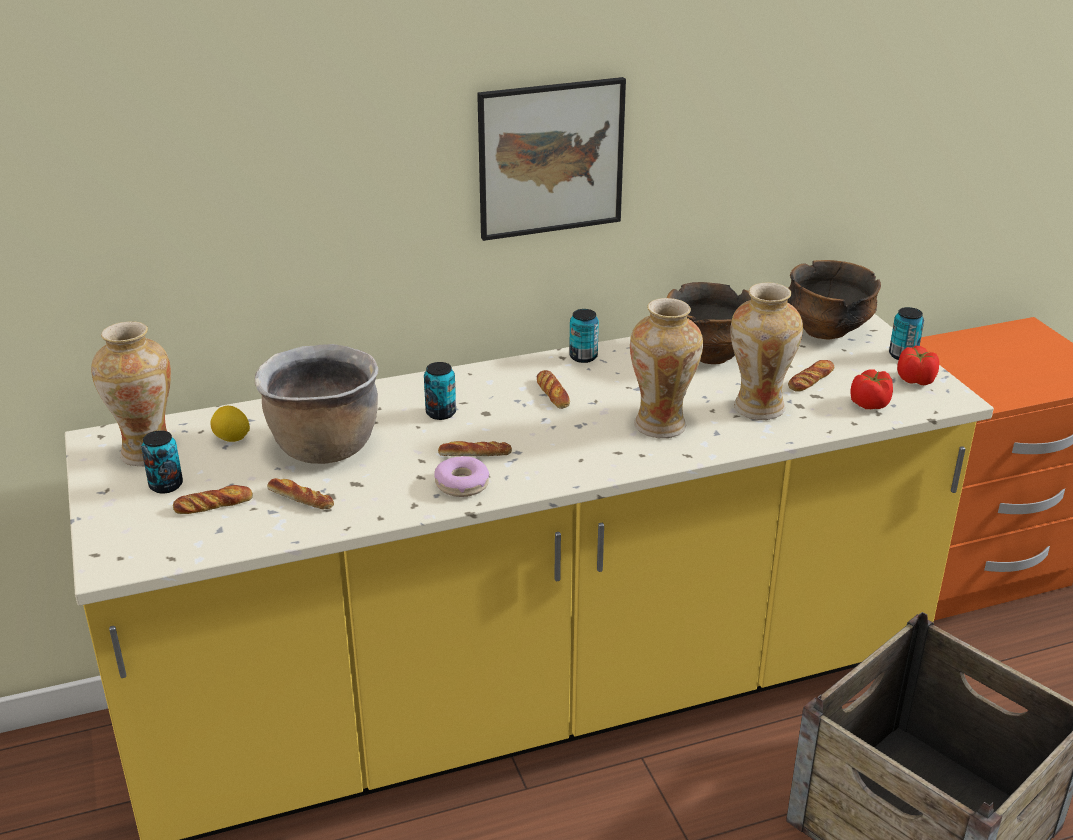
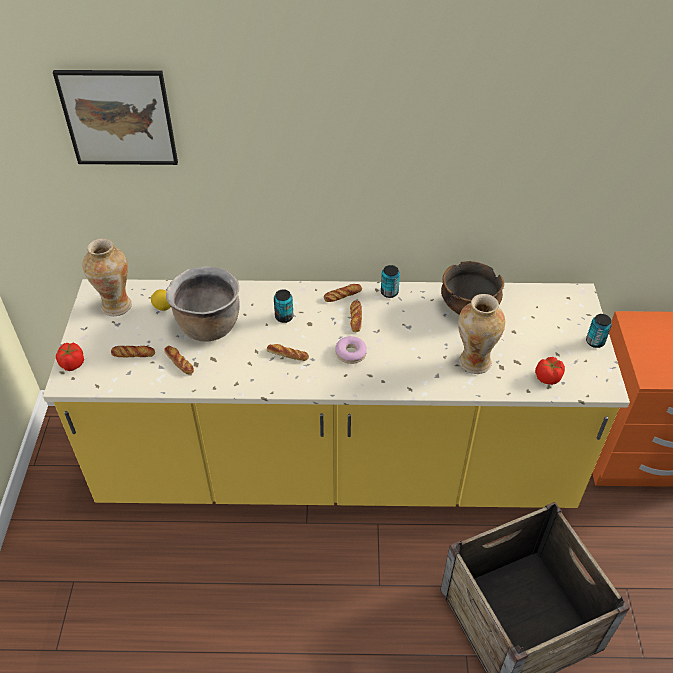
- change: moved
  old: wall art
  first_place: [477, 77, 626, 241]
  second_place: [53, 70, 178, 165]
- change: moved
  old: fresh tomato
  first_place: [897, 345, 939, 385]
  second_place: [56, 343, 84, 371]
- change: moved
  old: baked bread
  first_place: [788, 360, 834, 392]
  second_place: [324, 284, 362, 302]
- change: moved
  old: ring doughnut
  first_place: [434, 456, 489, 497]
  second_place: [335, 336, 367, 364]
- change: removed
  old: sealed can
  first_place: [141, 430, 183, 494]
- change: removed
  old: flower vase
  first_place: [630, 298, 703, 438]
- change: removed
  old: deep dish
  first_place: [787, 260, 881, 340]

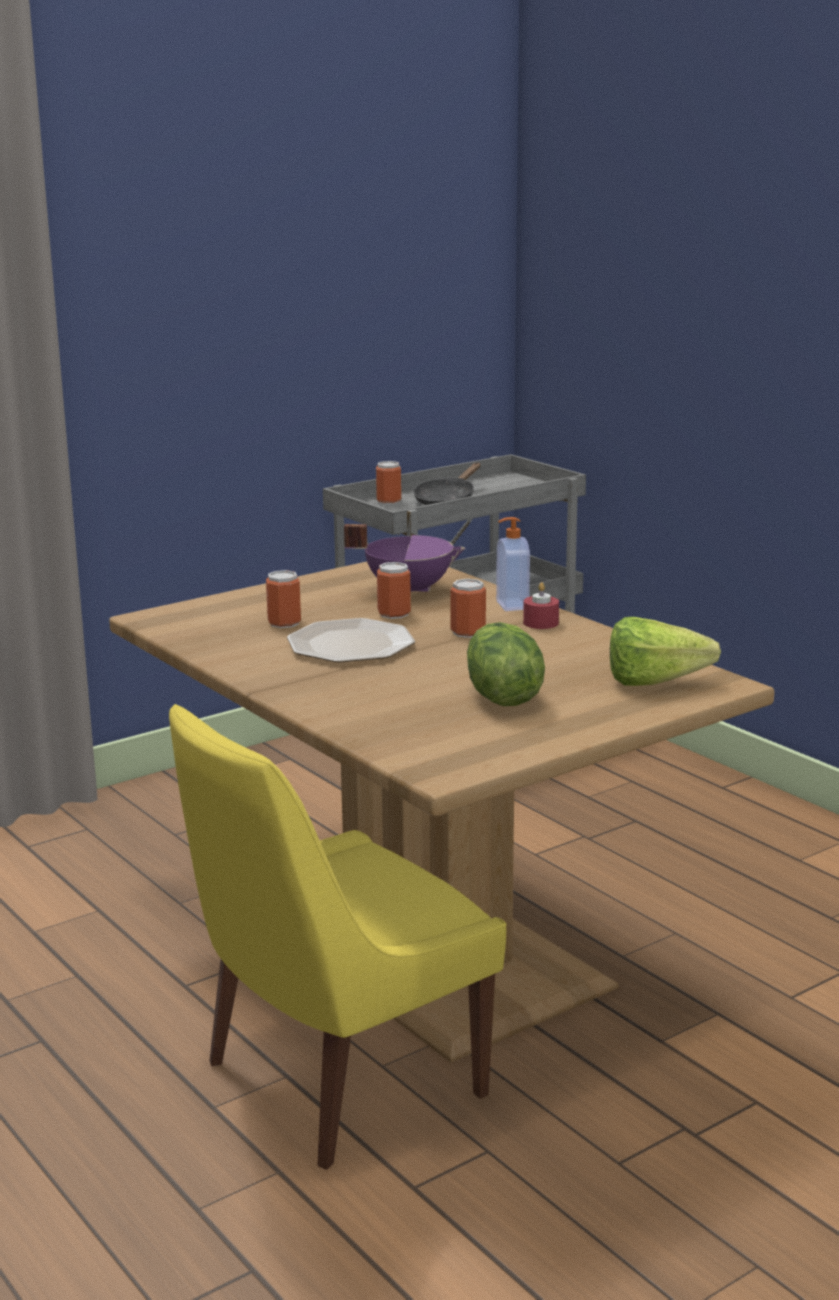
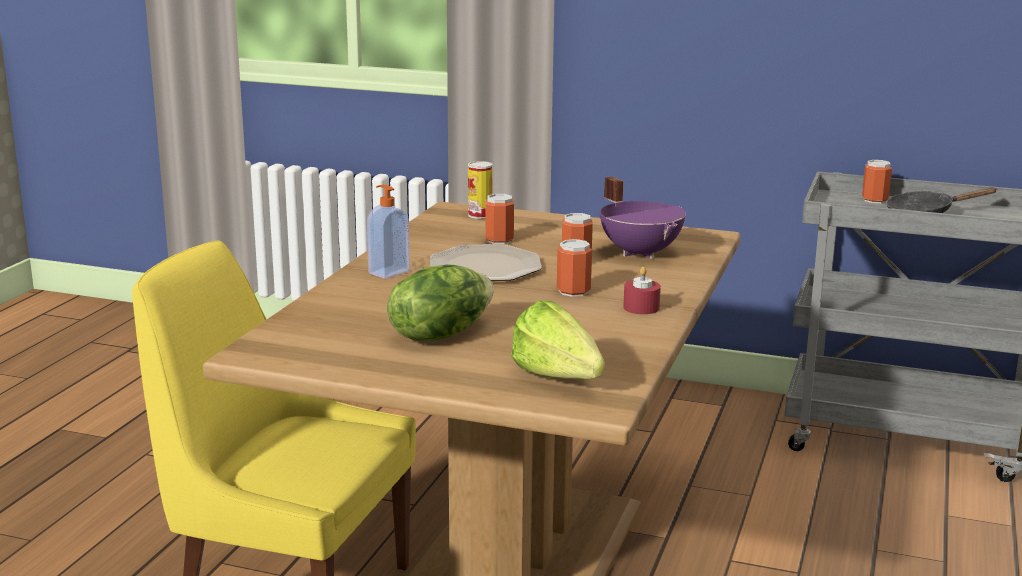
- change: moved
  old: soap dispenser
  first_place: [496, 517, 530, 611]
  second_place: [367, 185, 410, 279]
- change: added
  new: sealed can
  second_place: [468, 161, 493, 219]

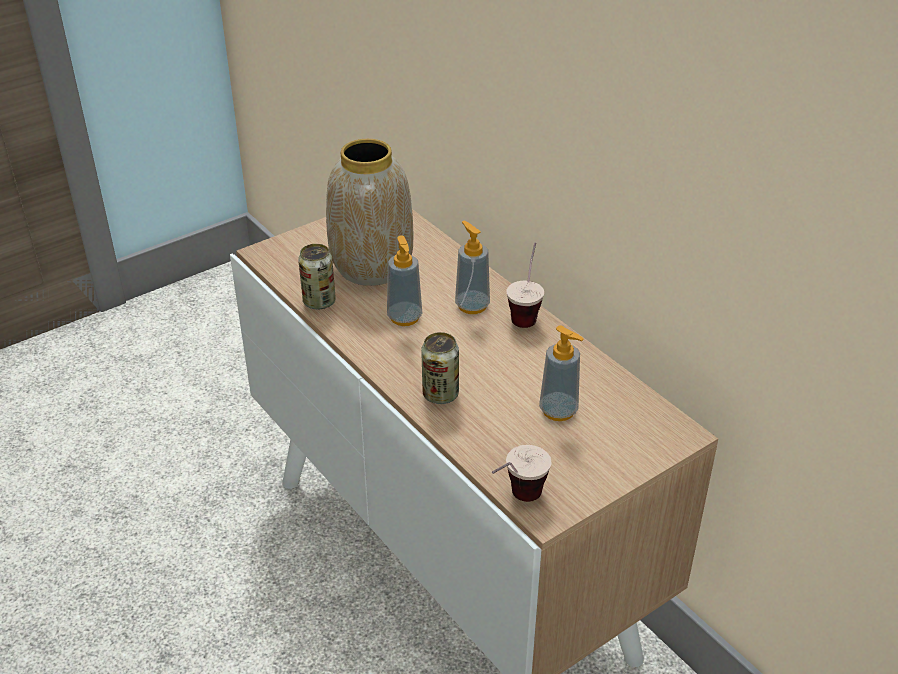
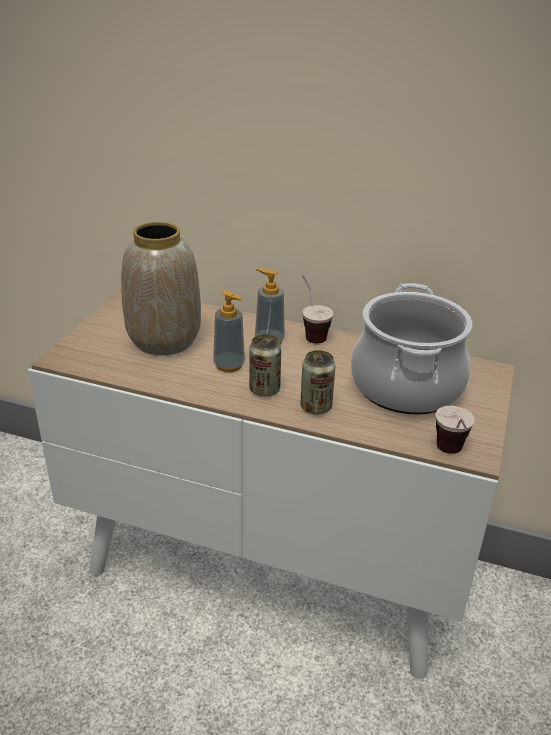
- change: moved
  old: sealed can
  first_place: [298, 244, 336, 309]
  second_place: [249, 334, 281, 397]
- change: replaced
  old: soap dispenser
  new: cooking pot
  first_place: [539, 325, 584, 421]
  second_place: [351, 283, 472, 414]

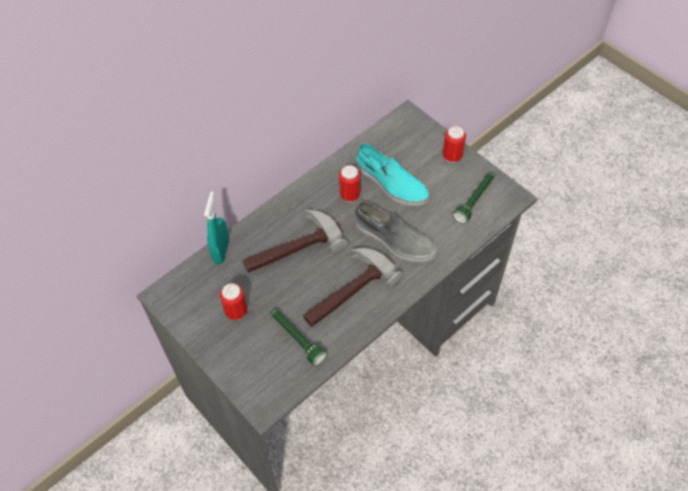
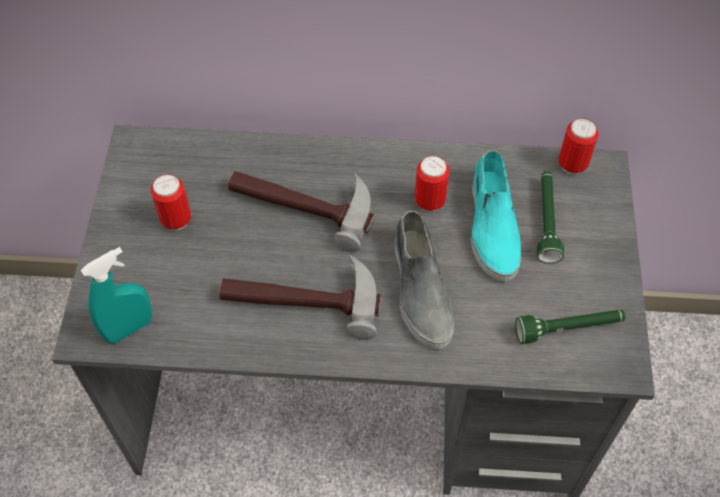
- change: moved
  old: hand sprayer (turquoise)
  first_place: [204, 192, 229, 264]
  second_place: [81, 247, 152, 344]
- change: moved
  old: torch (greenish)
  first_place: [270, 309, 327, 366]
  second_place: [537, 171, 564, 263]
- change: moved
  old: sealed can
  first_place: [443, 126, 466, 163]
  second_place: [558, 118, 599, 174]

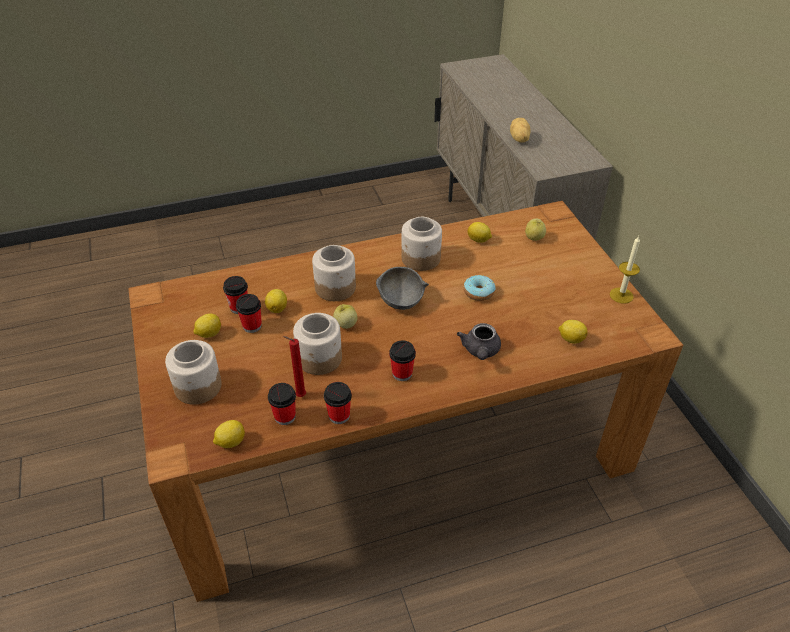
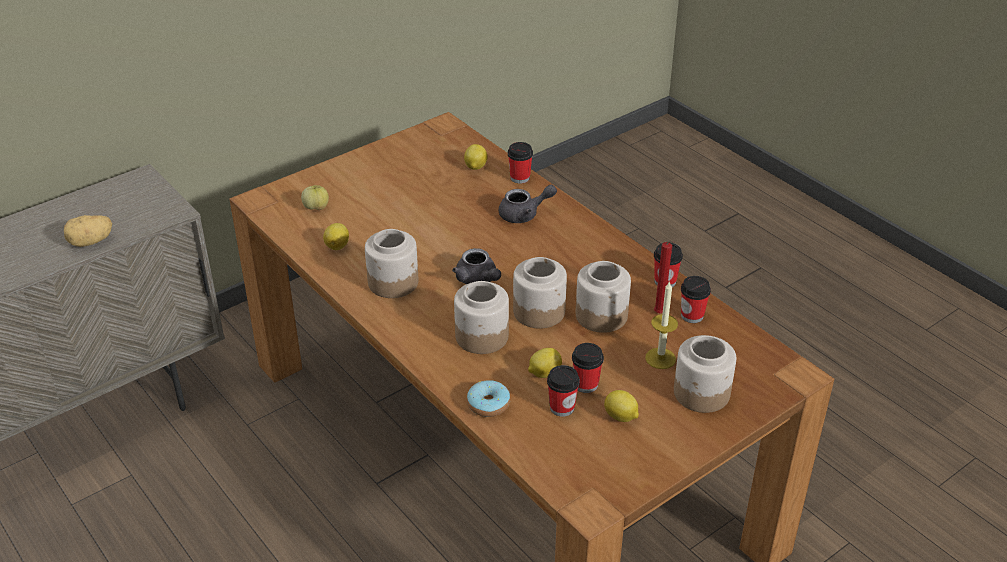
- change: replaced
  old: deep dish (grey)
  new: pot for tea (grey)
  first_place: [376, 267, 429, 310]
  second_place: [452, 248, 501, 284]
- change: moved
  old: ring doughnut
  first_place: [464, 275, 496, 301]
  second_place: [467, 380, 510, 417]
- change: moved
  old: cup
  first_place: [389, 341, 416, 381]
  second_place: [508, 142, 533, 184]
- change: replaced
  old: apple
  new: storage jar
  first_place: [333, 304, 357, 329]
  second_place: [513, 257, 567, 329]
- change: moved
  old: wax candle
  first_place: [610, 236, 640, 304]
  second_place: [645, 281, 678, 369]
- change: removed
  old: lemon
  first_place: [213, 420, 245, 448]

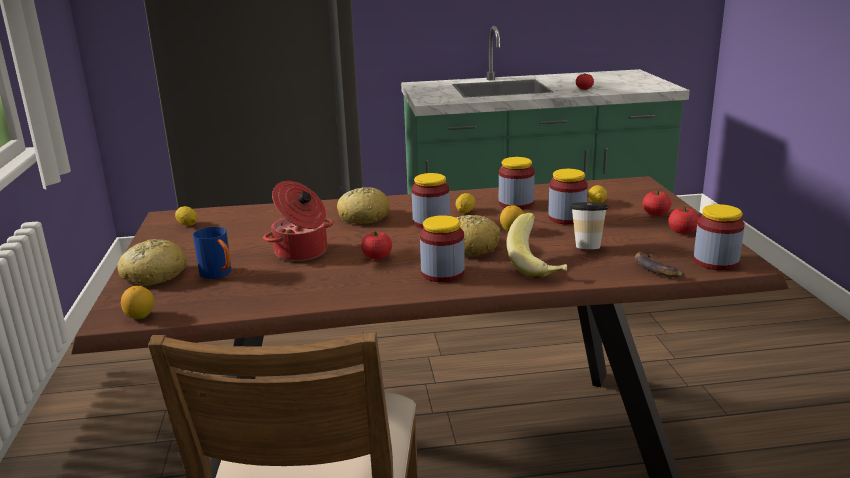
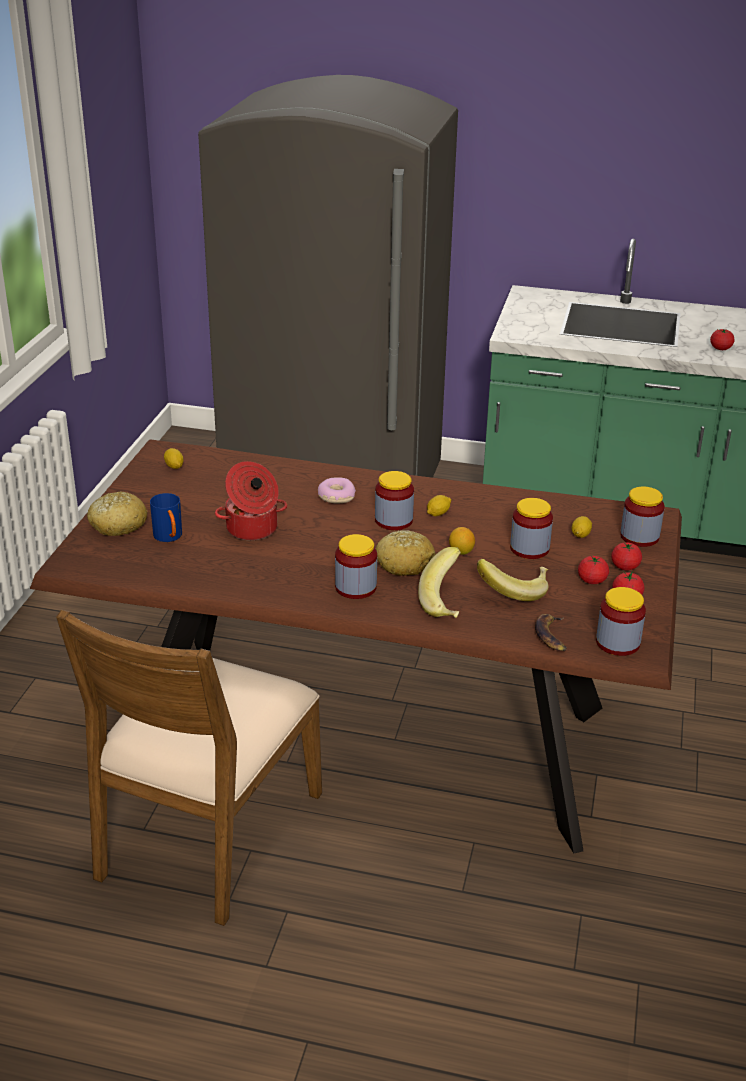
- change: replaced
  old: baked bread
  new: ring doughnut
  first_place: [337, 187, 390, 224]
  second_place: [318, 477, 356, 503]
- change: replaced
  old: cup
  new: banana fruit
  first_place: [570, 202, 609, 249]
  second_place: [477, 559, 548, 601]
- change: moved
  old: fresh tomato
  first_place: [361, 231, 392, 259]
  second_place: [578, 556, 609, 584]
- change: moved
  old: storage jar
  first_place: [499, 157, 535, 209]
  second_place: [620, 486, 665, 547]
- change: removed
  old: lemon
  first_place: [121, 286, 154, 319]

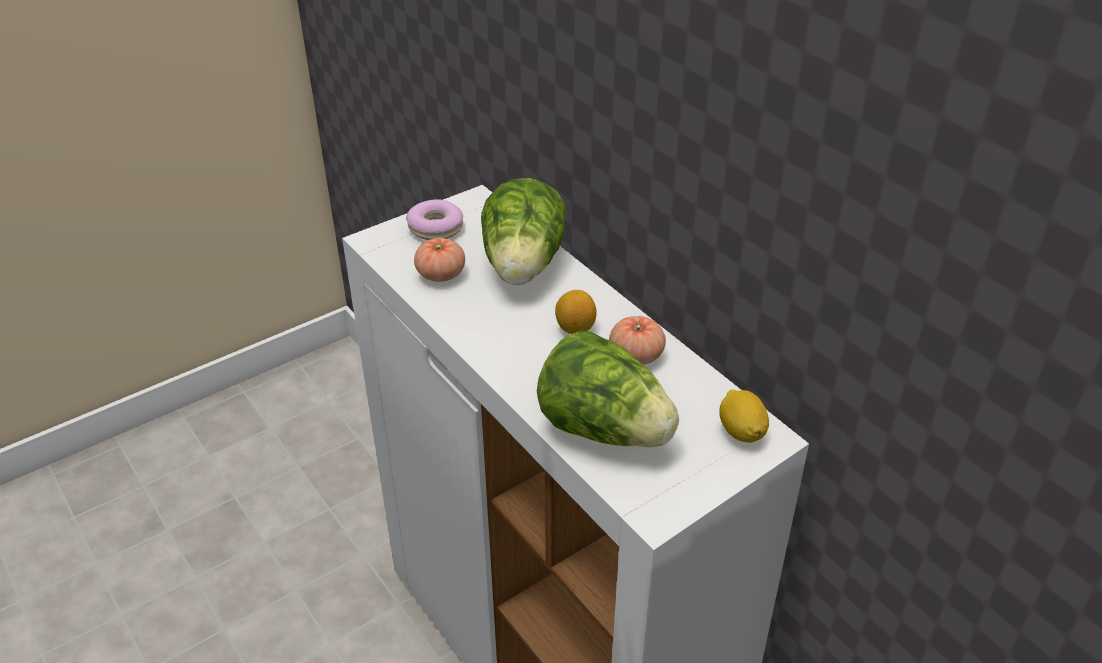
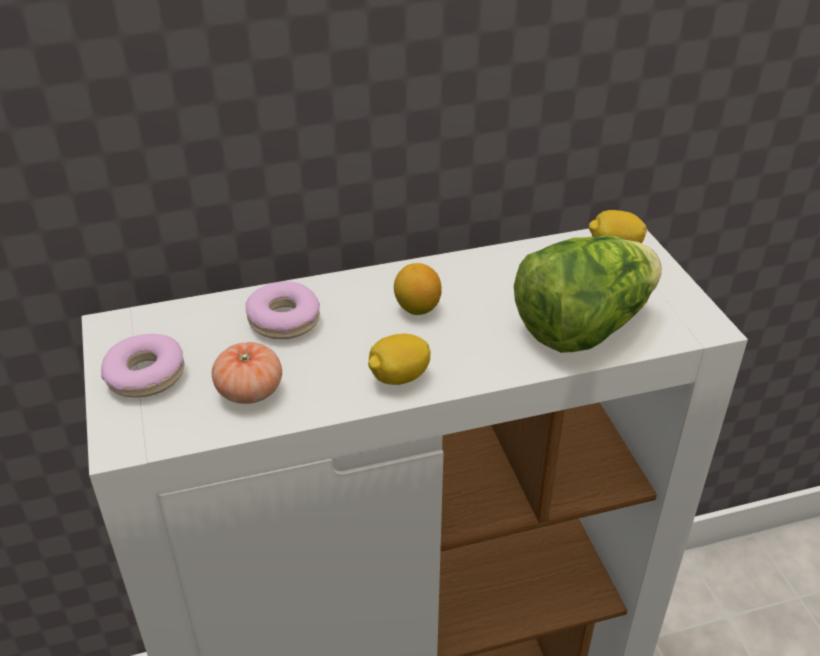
- change: replaced
  old: head of lettuce
  new: ring doughnut
  first_place: [481, 178, 566, 285]
  second_place: [246, 281, 320, 339]
- change: added
  new: lemon
  second_place: [368, 334, 431, 385]
- change: removed
  old: fresh tomato
  first_place: [609, 316, 666, 365]

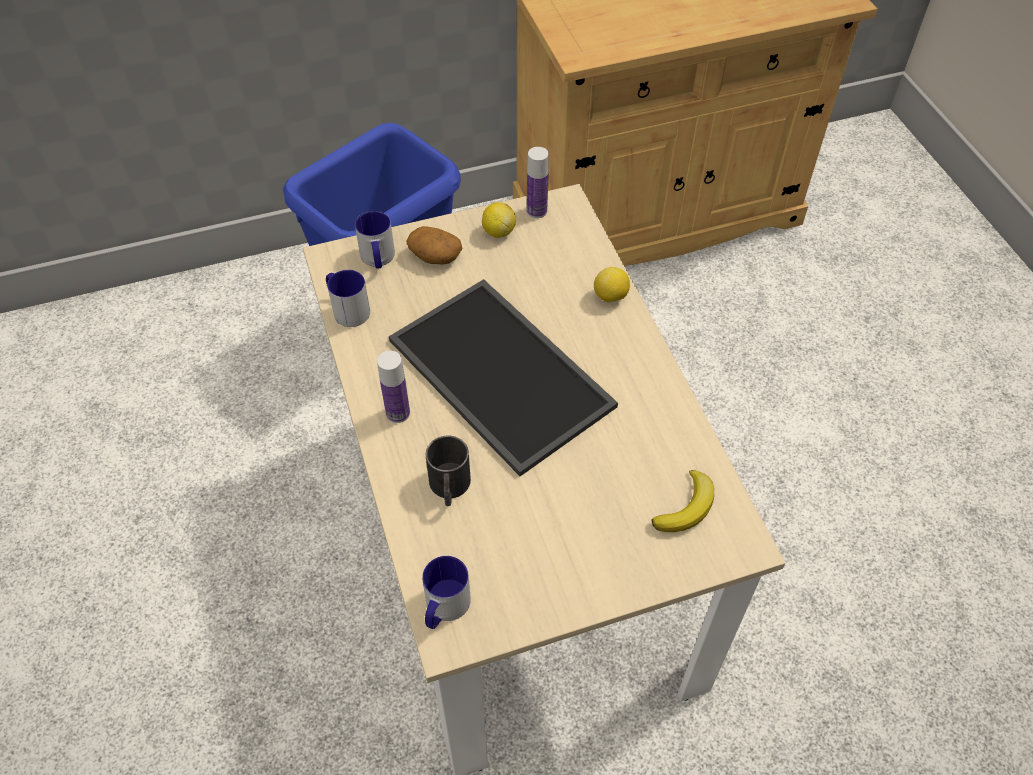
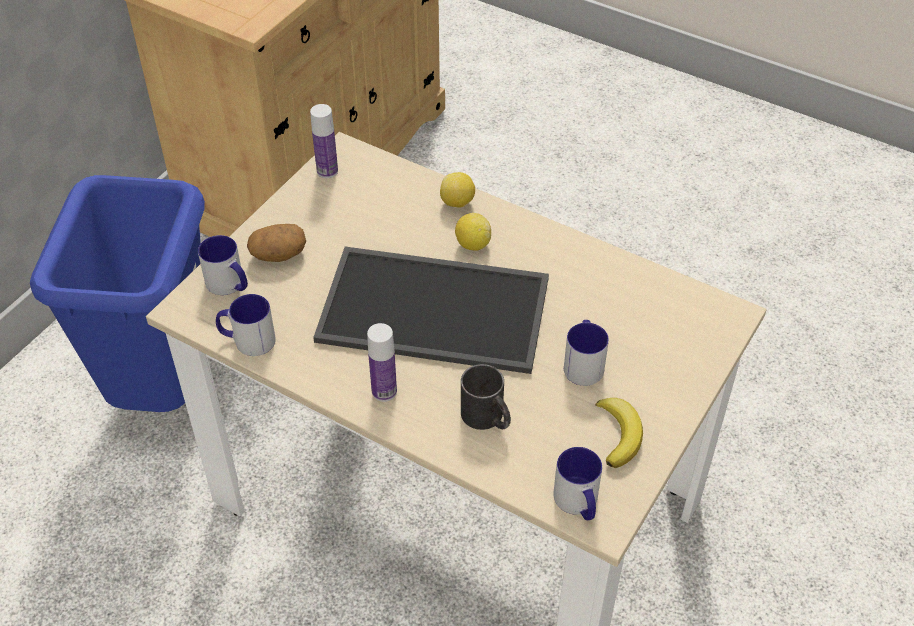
- change: moved
  old: lemon
  first_place: [482, 202, 516, 238]
  second_place: [455, 213, 491, 251]
- change: added
  new: tea mug
  second_place: [564, 320, 609, 386]
- change: moved
  old: banana fruit
  first_place: [652, 470, 714, 532]
  second_place: [595, 398, 643, 468]

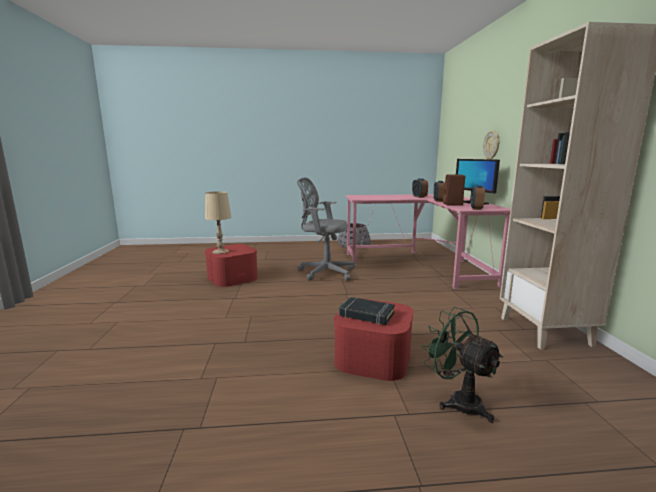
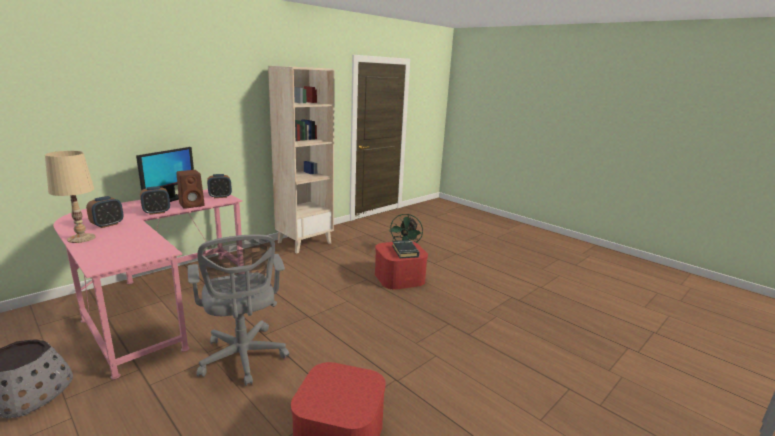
- change: moved
  old: table lamp (beige-coloured)
  first_place: [205, 191, 231, 254]
  second_place: [45, 151, 96, 243]
- change: removed
  old: hanging clock
  first_place: [483, 131, 500, 159]

